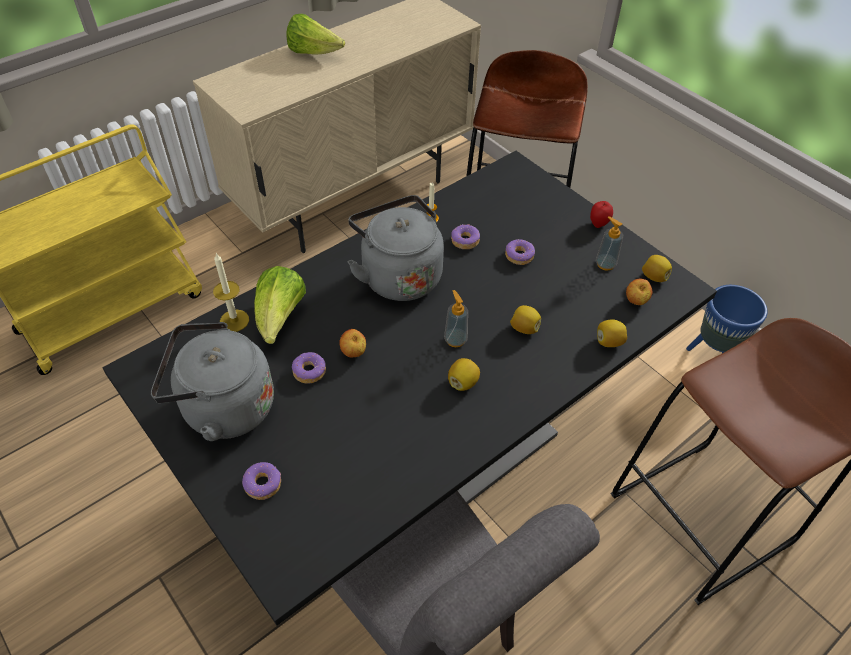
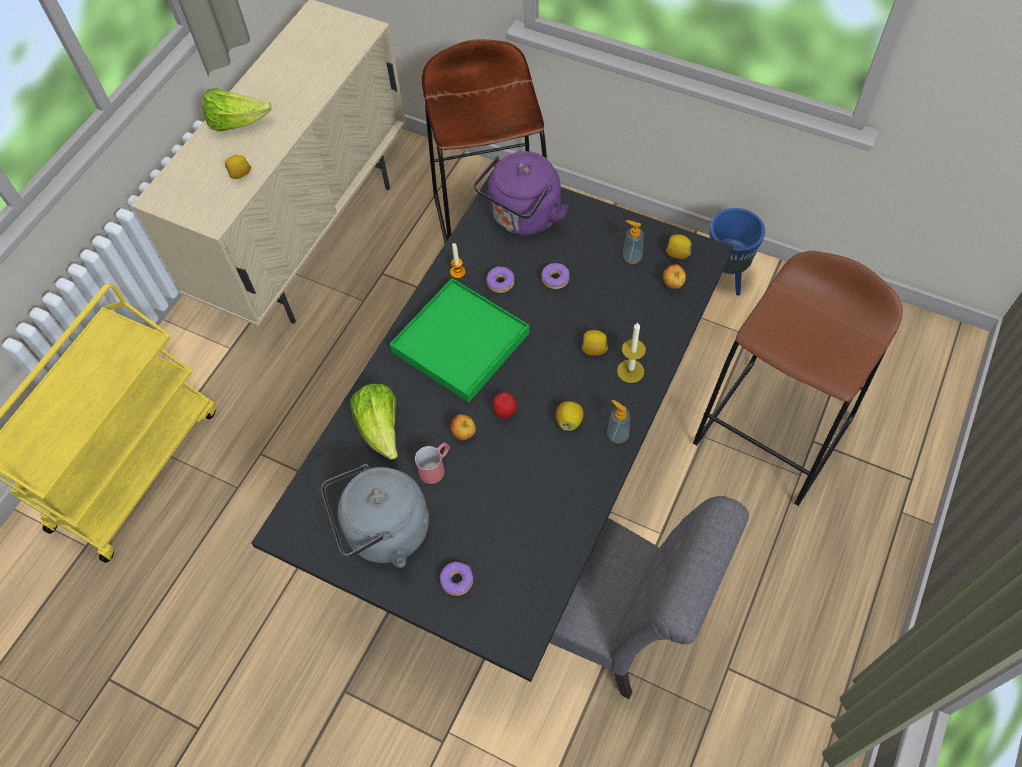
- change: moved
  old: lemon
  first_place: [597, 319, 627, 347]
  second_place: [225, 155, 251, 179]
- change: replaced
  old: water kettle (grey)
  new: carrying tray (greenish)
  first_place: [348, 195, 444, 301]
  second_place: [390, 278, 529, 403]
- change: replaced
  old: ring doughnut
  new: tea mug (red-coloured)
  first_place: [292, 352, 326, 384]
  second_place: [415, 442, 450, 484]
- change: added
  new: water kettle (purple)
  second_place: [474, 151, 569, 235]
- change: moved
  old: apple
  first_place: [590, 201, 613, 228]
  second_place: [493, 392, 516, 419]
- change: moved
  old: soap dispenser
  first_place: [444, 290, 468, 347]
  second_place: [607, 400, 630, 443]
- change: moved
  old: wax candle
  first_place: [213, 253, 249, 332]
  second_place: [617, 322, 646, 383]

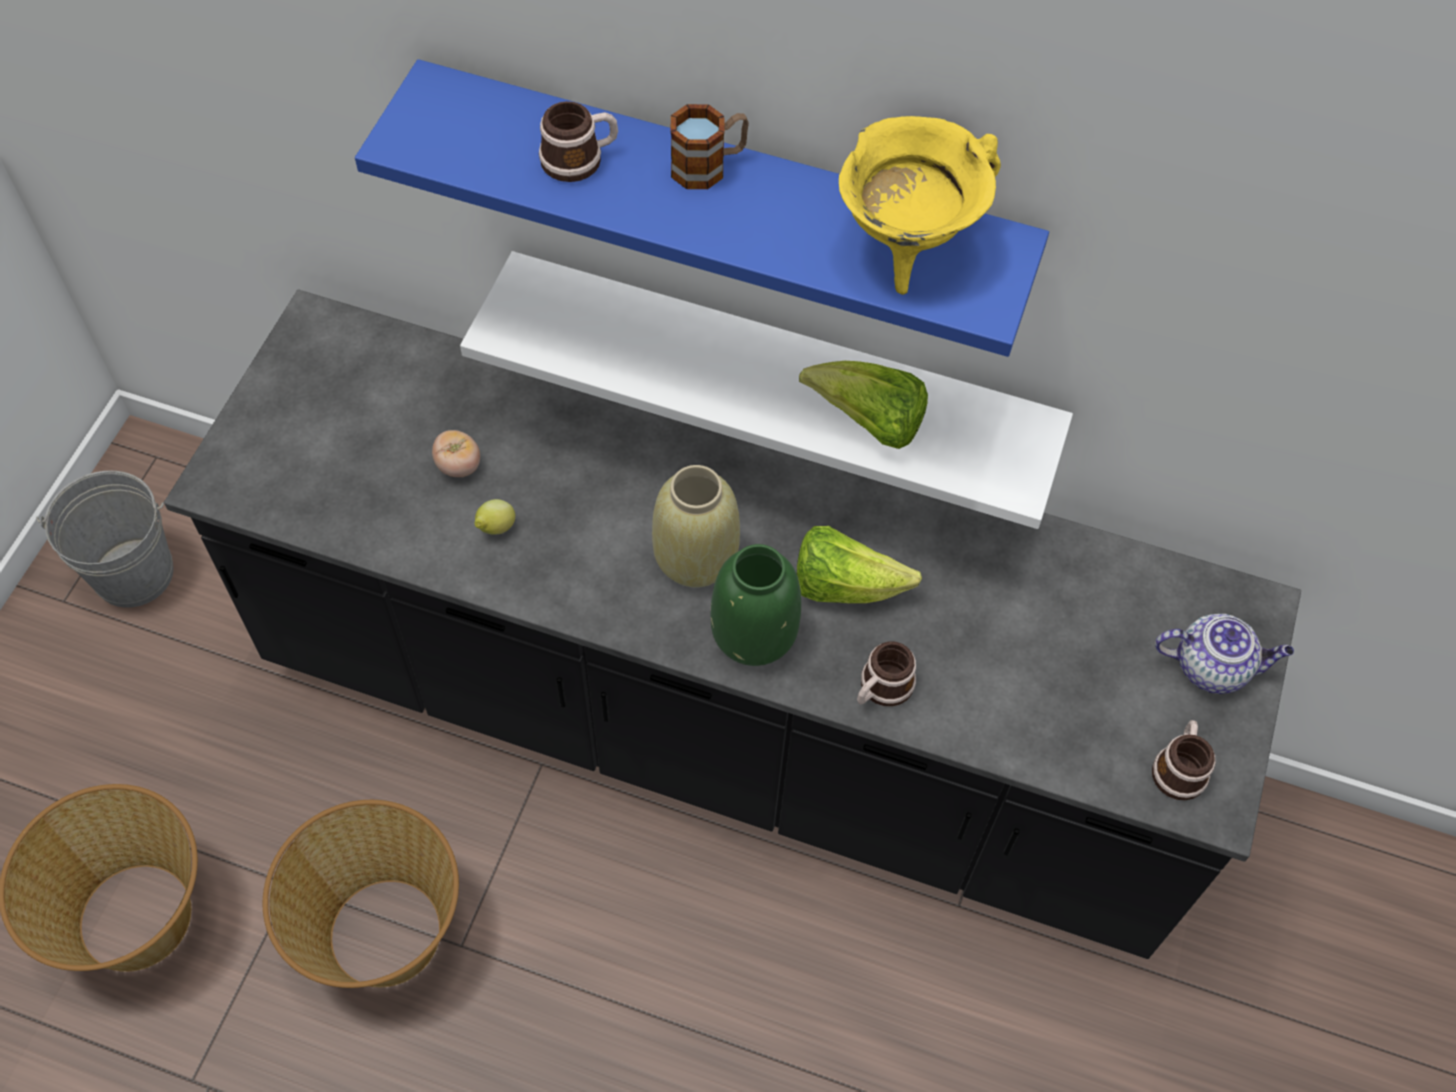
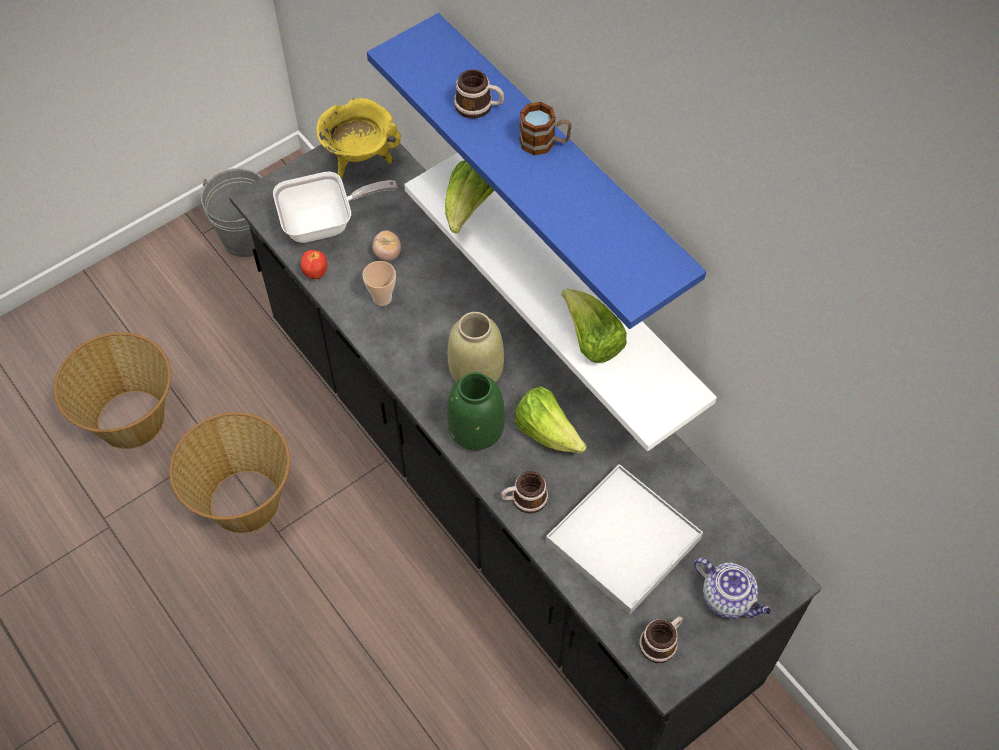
- change: added
  new: frying pan
  second_place: [273, 171, 397, 243]
- change: added
  new: apple
  second_place: [301, 250, 327, 279]
- change: moved
  old: cooking pot (yellow)
  first_place: [839, 116, 1001, 295]
  second_place: [317, 98, 401, 178]
- change: replaced
  old: lemon
  new: cup
  first_place: [474, 499, 515, 535]
  second_place: [362, 261, 396, 306]
- change: added
  new: head of lettuce
  second_place: [445, 160, 494, 234]
- change: added
  new: carrying tray (whitish)
  second_place: [546, 464, 703, 615]

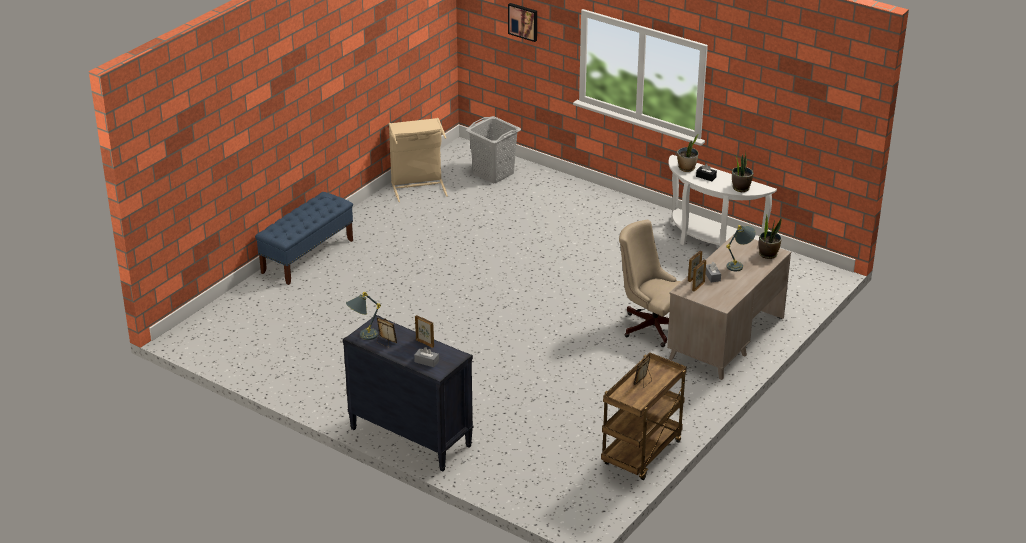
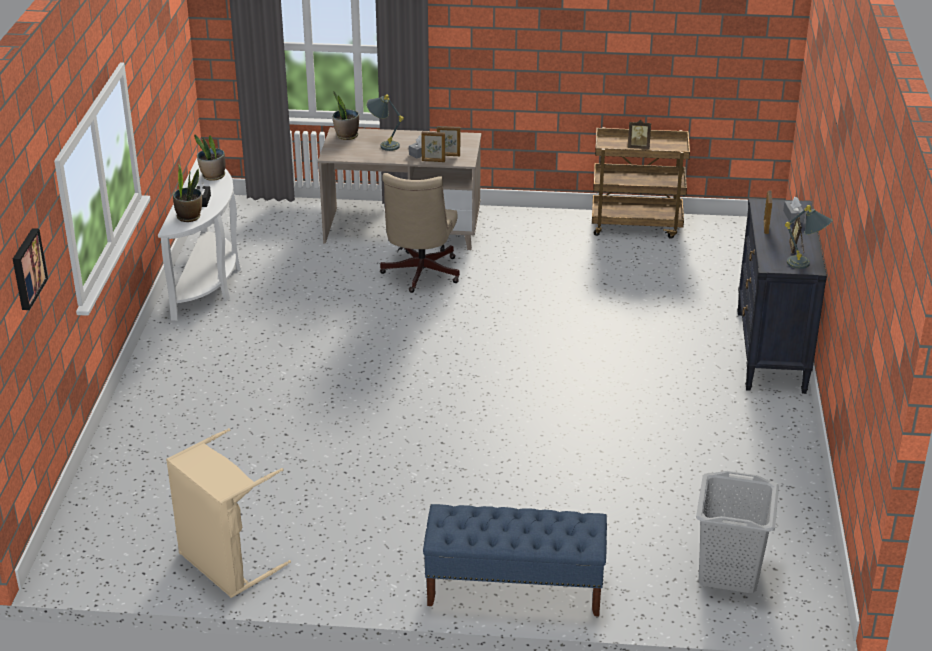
- change: moved
  old: hamper (grey)
  first_place: [466, 116, 521, 183]
  second_place: [696, 471, 779, 594]

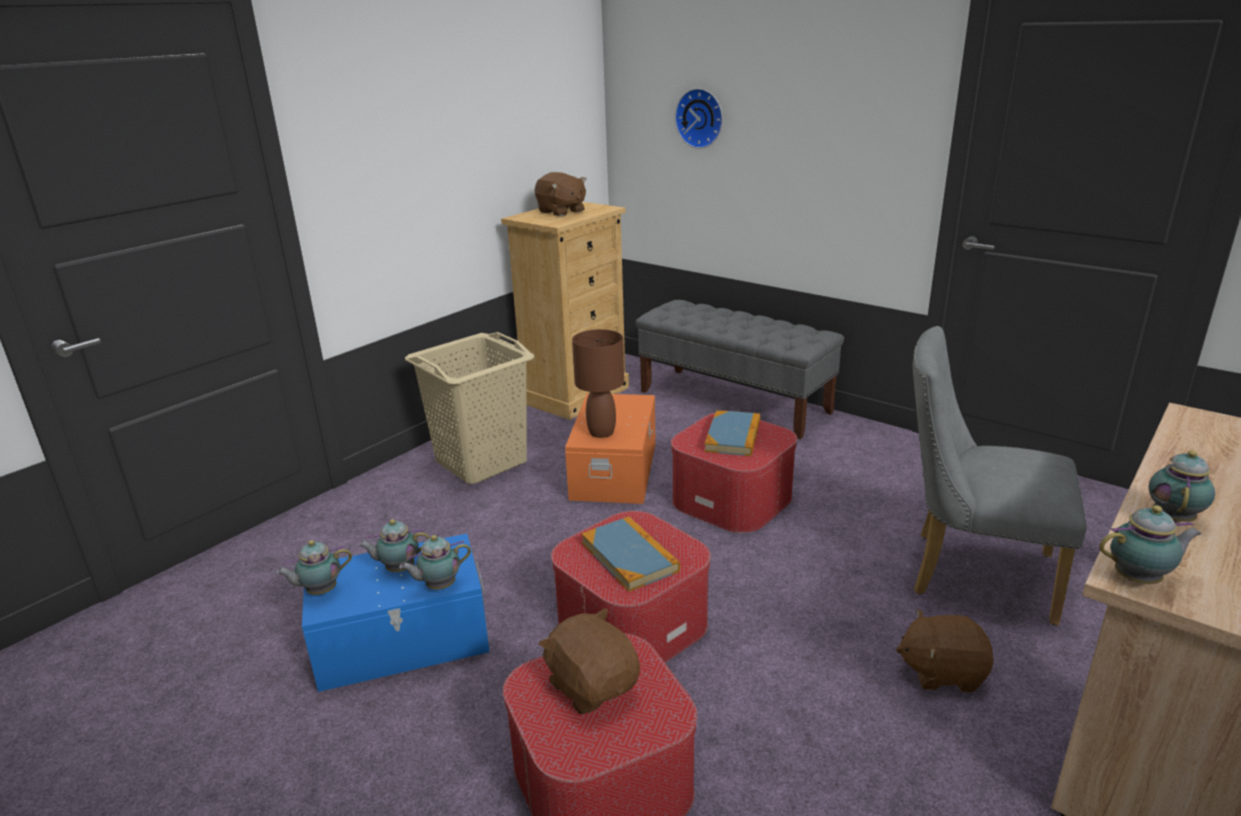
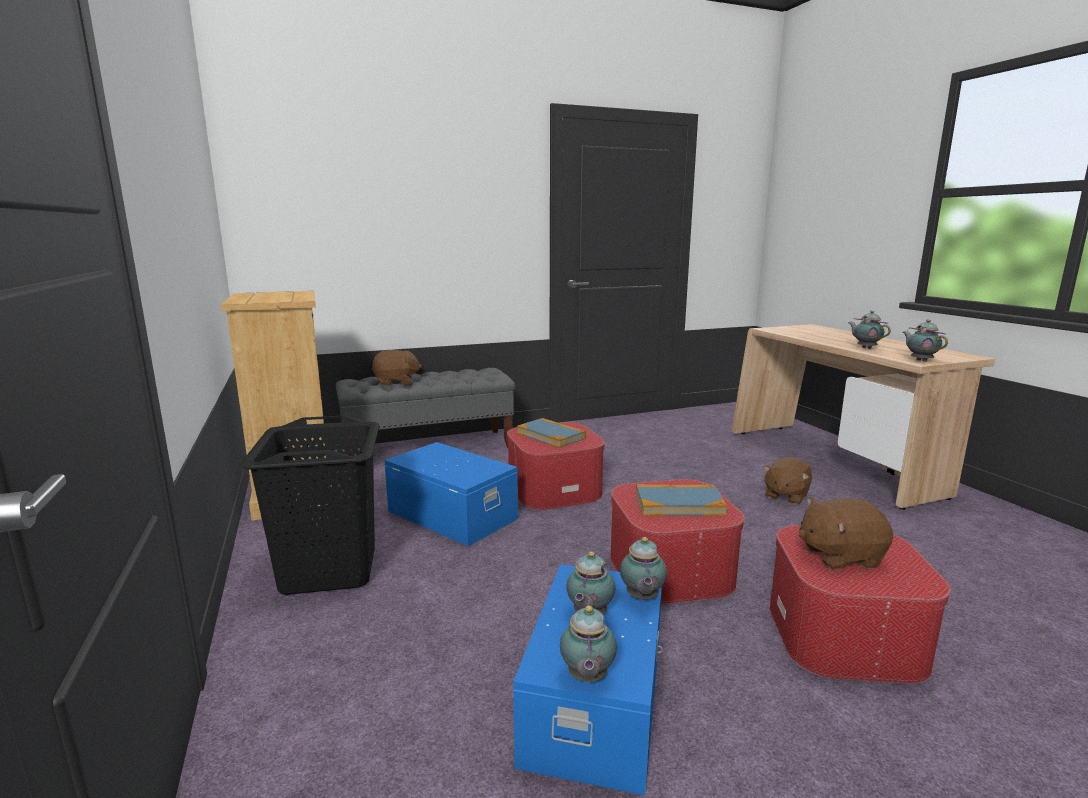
- change: recoloured
  old: hamper (beige-coloured)
  new: hamper (black)
  first_place: [405, 332, 534, 484]
  second_place: [239, 415, 379, 595]
- change: moved
  old: cuddly toy (brownish)
  first_place: [534, 172, 586, 217]
  second_place: [371, 350, 422, 385]
- change: recoloured
  old: storage container (orangey)
  new: storage container (blue-coloured)
  first_place: [565, 393, 656, 504]
  second_place: [384, 442, 518, 546]
- change: turned
  old: pot for tea
  first_place: [1099, 505, 1202, 584]
  second_place: [903, 319, 948, 362]
  degrees: -45
- change: removed
  old: table lamp (brownish)
  first_place: [572, 329, 624, 438]
- change: removed
  old: hanging clock
  first_place: [675, 88, 723, 149]
- change: removed
  old: upright chair (grey)
  first_place: [913, 326, 1087, 625]

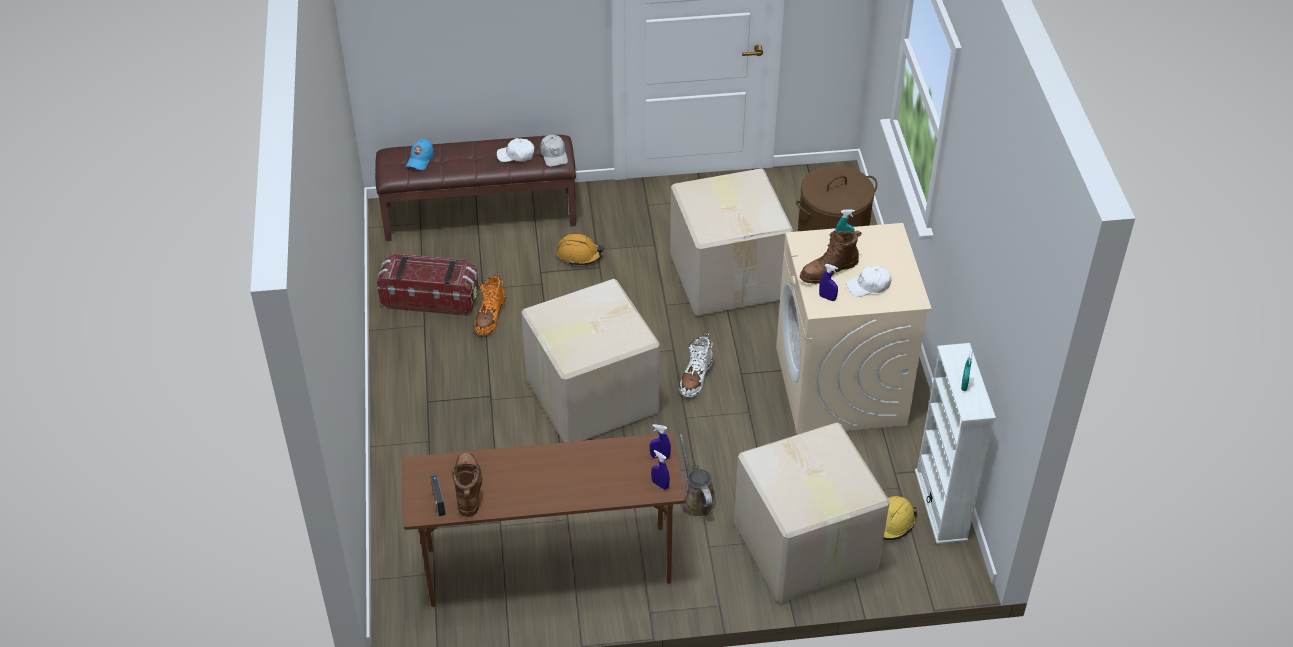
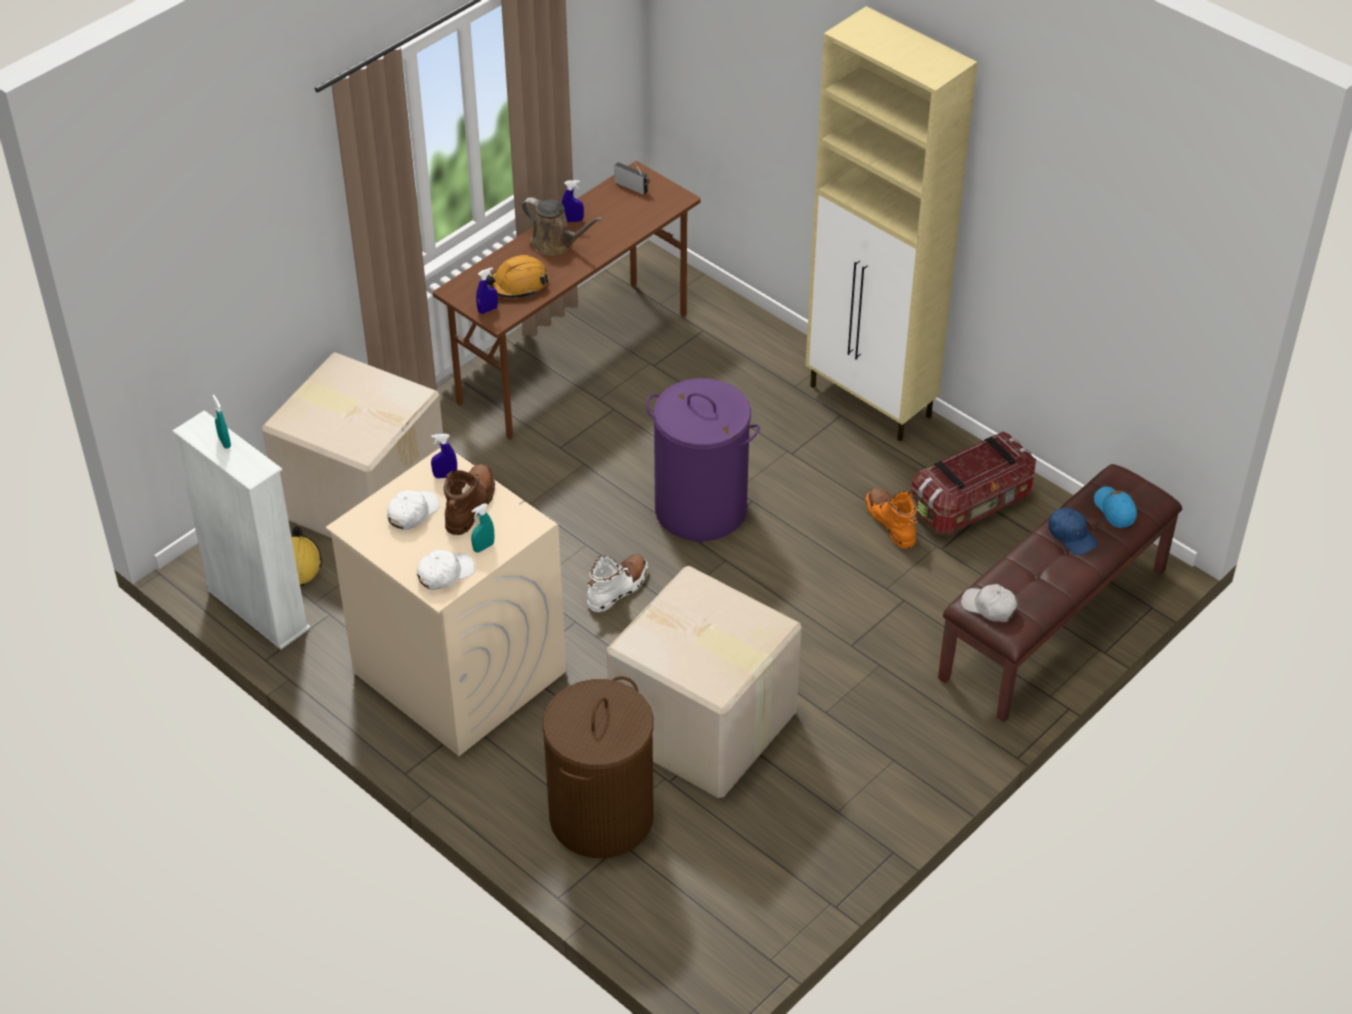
- change: moved
  old: cap (whitish)
  first_place: [497, 138, 534, 162]
  second_place: [417, 550, 475, 590]
- change: moved
  old: work helmet (orangey)
  first_place: [557, 234, 604, 265]
  second_place: [486, 255, 548, 298]
- change: moved
  old: watering can (brownish)
  first_place: [680, 434, 717, 517]
  second_place: [522, 197, 603, 255]
- change: moved
  old: hand sprayer (blue-coloured)
  first_place: [651, 450, 670, 490]
  second_place: [562, 180, 584, 222]
- change: turned
  old: tall boot (whitish)
  first_place: [679, 333, 713, 397]
  second_place: [587, 554, 648, 612]
  degrees: 60
- change: replaced
  old: carton
  new: hamper (purple)
  first_place: [521, 279, 660, 442]
  second_place: [646, 378, 760, 541]
- change: added
  new: cupboard (beige-coloured)
  second_place: [806, 6, 977, 441]
- change: added
  new: cap (blue-coloured)
  second_place: [1048, 508, 1098, 555]
- change: removed
  old: tall boot (brownish)
  first_place: [452, 452, 482, 517]

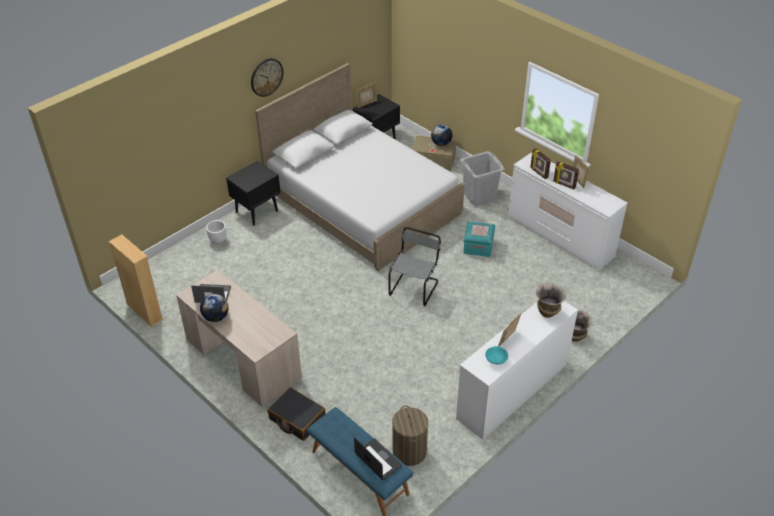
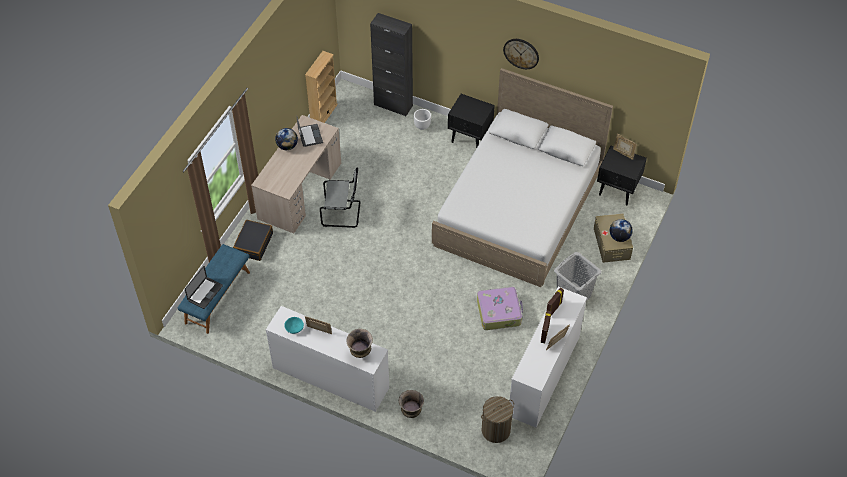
- change: moved
  old: upright chair (grey)
  first_place: [389, 227, 441, 306]
  second_place: [320, 168, 360, 228]
- change: added
  new: cupboard (black)
  second_place: [370, 13, 413, 116]
- change: replaced
  old: storage container (turquoise)
  new: suitcase
  first_place: [464, 221, 495, 257]
  second_place: [477, 287, 523, 330]
- change: moved
  old: hamper
  first_place: [392, 405, 428, 466]
  second_place: [481, 396, 514, 443]

